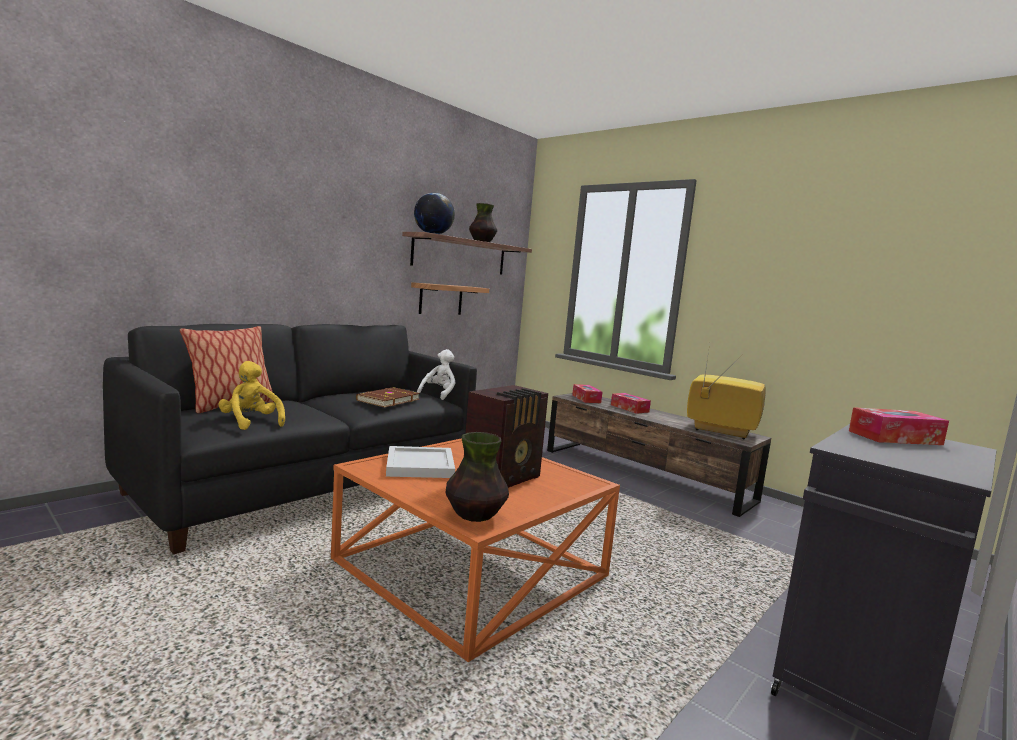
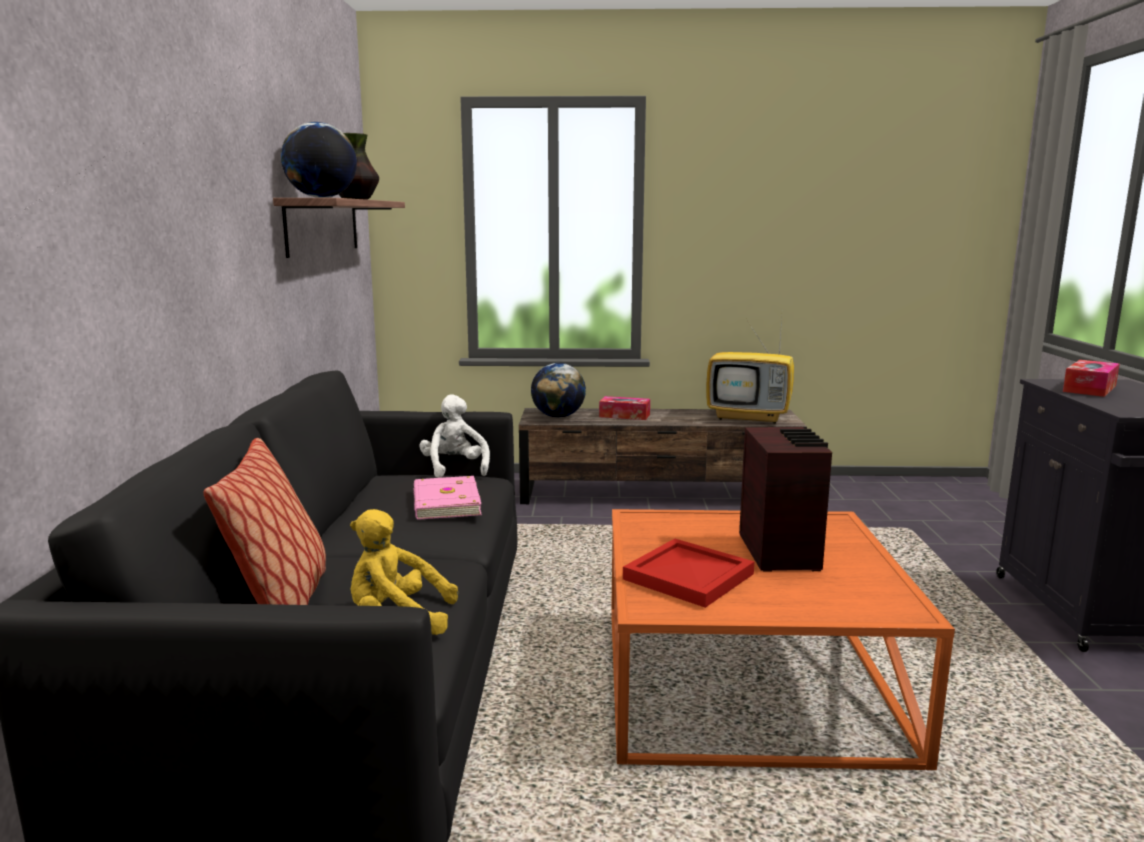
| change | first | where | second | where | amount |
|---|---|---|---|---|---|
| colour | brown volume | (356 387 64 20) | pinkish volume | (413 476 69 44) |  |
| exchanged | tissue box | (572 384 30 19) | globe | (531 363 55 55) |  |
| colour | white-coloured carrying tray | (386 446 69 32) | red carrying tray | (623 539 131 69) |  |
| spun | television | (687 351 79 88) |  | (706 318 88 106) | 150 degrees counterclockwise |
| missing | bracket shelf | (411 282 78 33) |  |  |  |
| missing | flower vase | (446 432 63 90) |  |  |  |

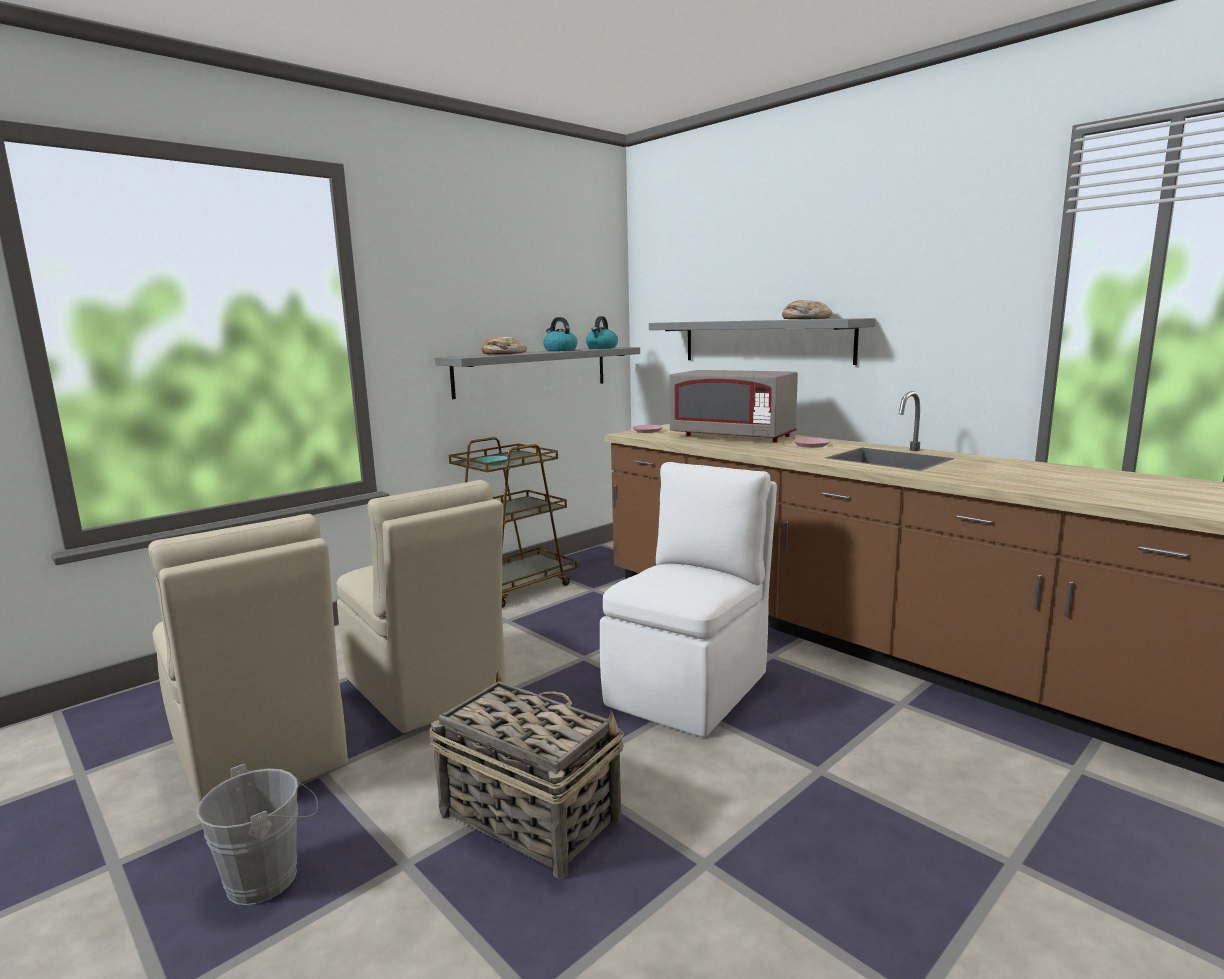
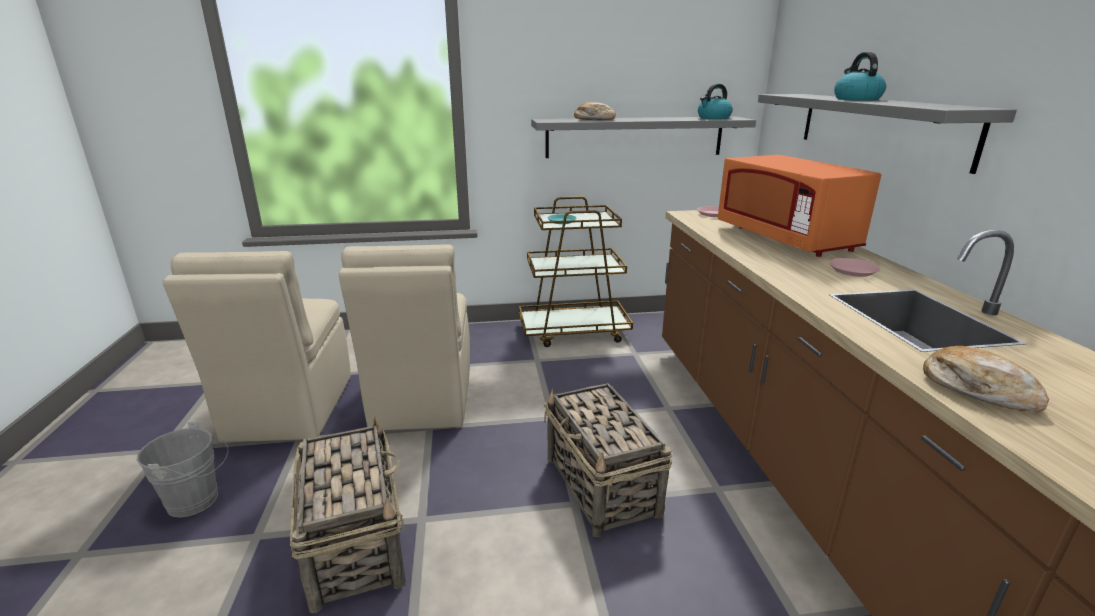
| change | first | where | second | where | amount |
|---|---|---|---|---|---|
| exchanged | white-coloured upright chair | (600 462 177 275) | household basket | (544 383 129 154) |  |
| colour | greyish microwave | (669 370 129 72) | orangey microwave | (718 155 163 102) |  |
| relocated | kettle | (543 317 34 34) |  | (834 52 52 48) |  |
| relocated | bakery bread | (782 300 50 19) |  | (923 346 126 67) |  |

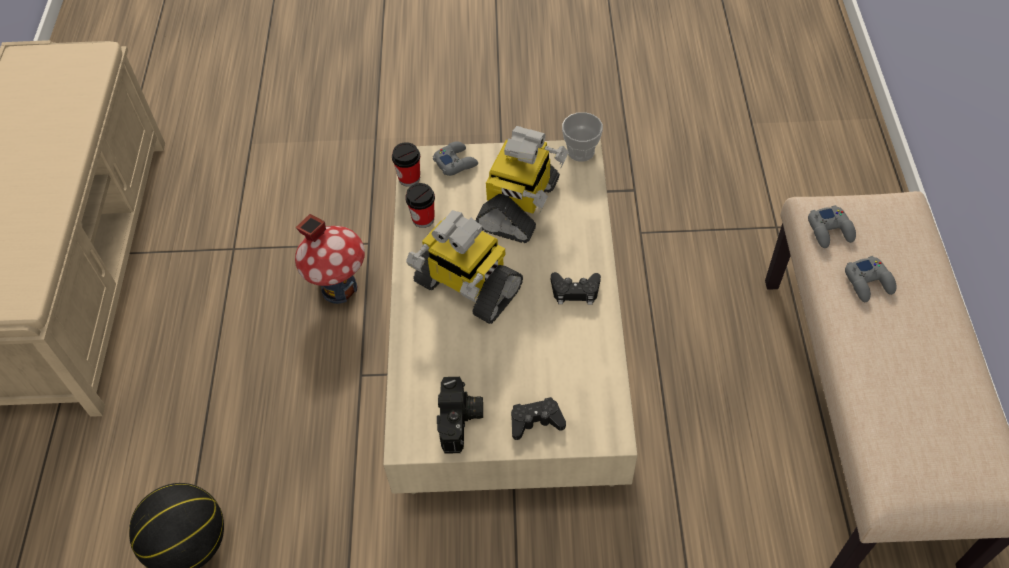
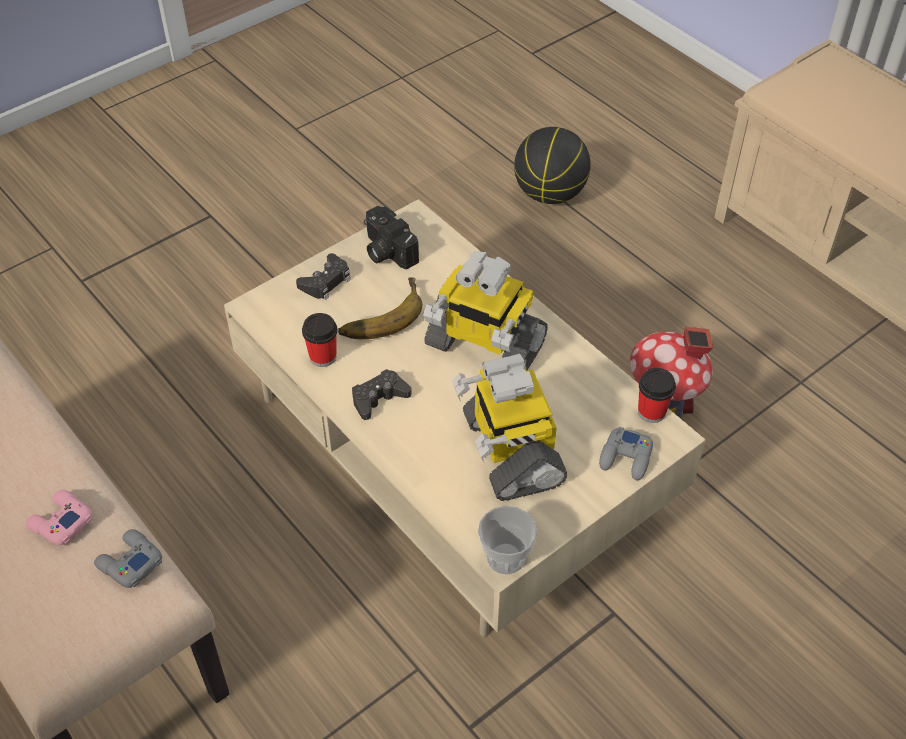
| change | first | where | second | where | amount |
|---|---|---|---|---|---|
| colour | greyish gamepad | (845 256 52 46) | pinkish gamepad | (25 490 67 55) |  |
| relocated | drinking cup | (405 183 30 45) |  | (302 313 35 54) |  |
| appeared |  |  | whole banana | (338 277 84 62) |  |
| spun | robot figure | (406 210 117 114) |  | (423 251 125 119) | 150 degrees counterclockwise |

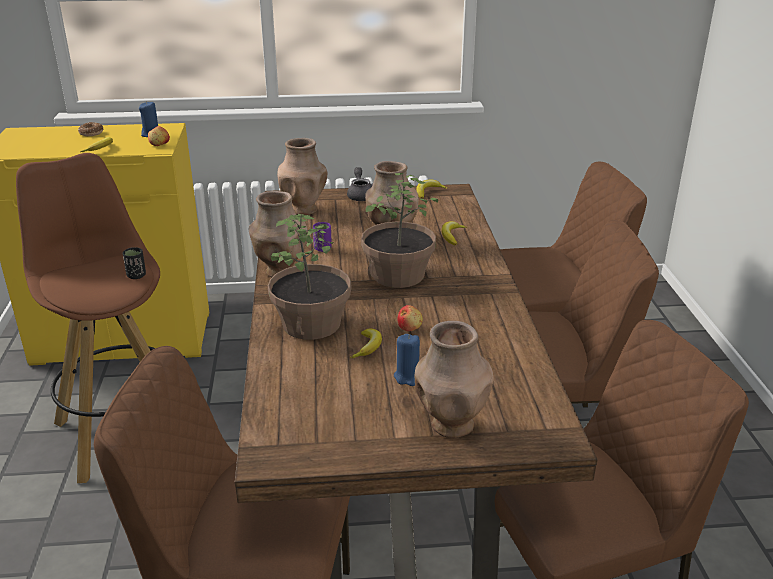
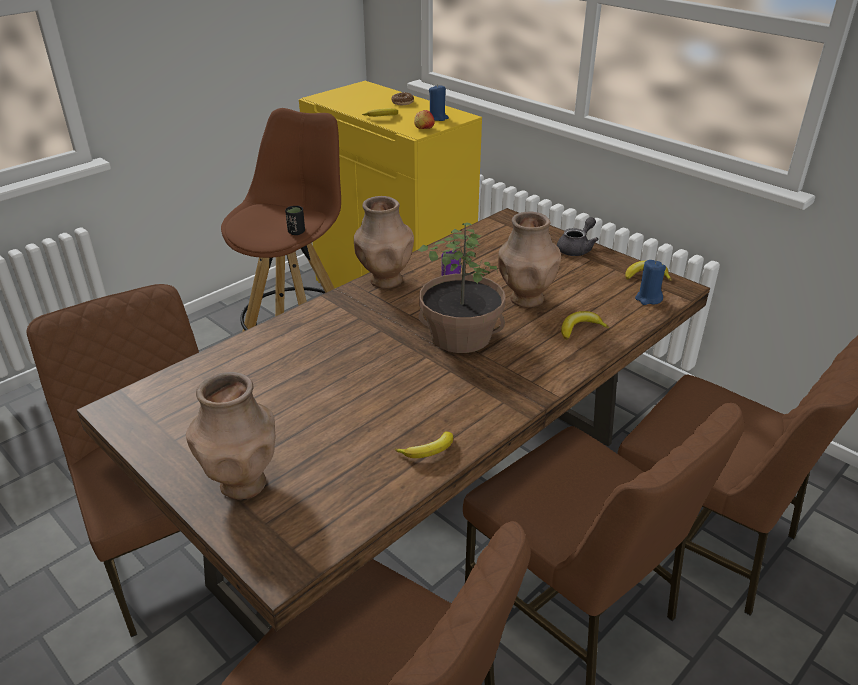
| change | first | where | second | where | amount |
|---|---|---|---|---|---|
| relocated | whole banana | (350 328 32 30) |  | (395 431 58 27) |  |
| relocated | blue candle | (394 334 26 52) |  | (635 260 31 45) |  |
| missing | houseplant | (268 214 83 126) |  |  |  |
| missing | brown flower vase | (277 138 50 77) |  |  |  |
| missing | apple | (398 305 25 26) |  |  |  |

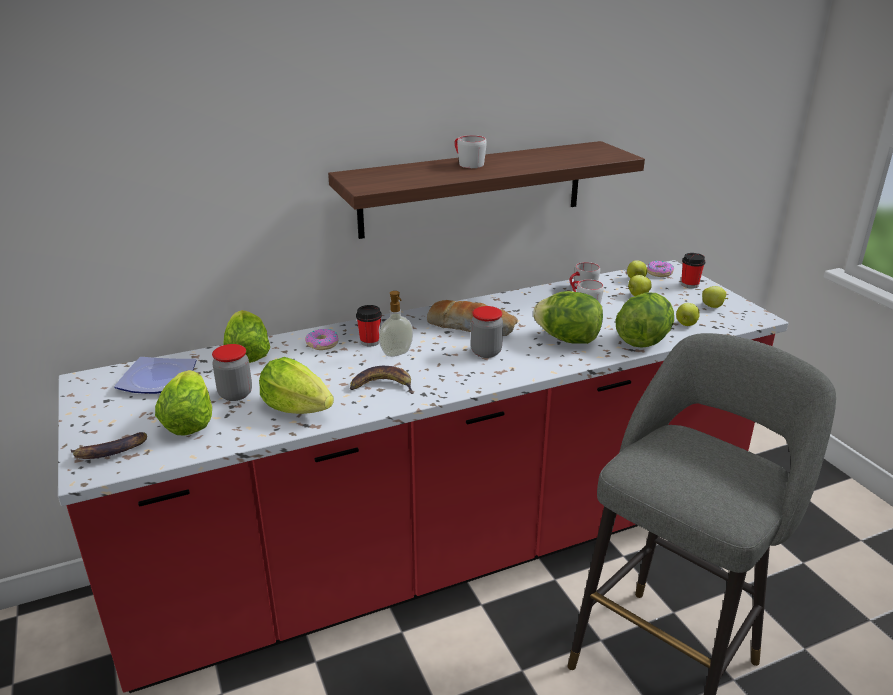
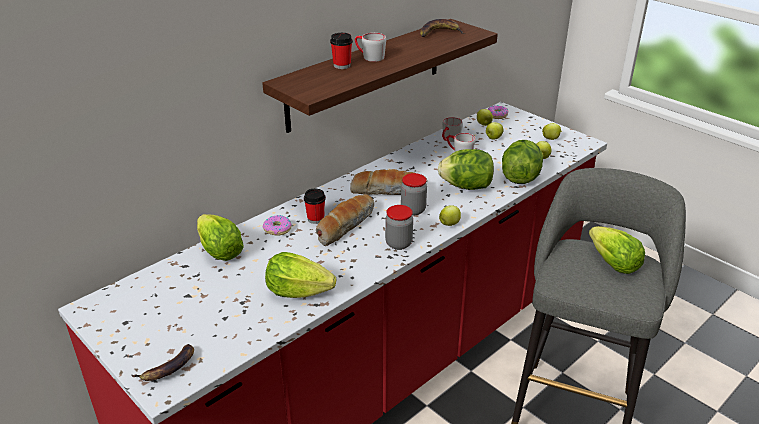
| change | first | where | second | where | amount |
|---|---|---|---|---|---|
| exchanged | liquid soap bottle | (379 291 34 66) | bakery bread | (316 194 58 52) |  |
| relocated | drinking cup | (681 253 24 36) |  | (330 33 23 36) |  |
| relocated | preserve jar | (212 344 40 57) |  | (385 205 28 45) |  |
| relocated | whole banana | (350 366 64 28) |  | (420 19 45 18) |  |
| appeared |  |  | apple | (439 205 22 21) |  |
| relocated | head of lettuce | (155 370 57 65) |  | (589 226 56 48) |  |
| missing | dinner plate | (114 357 83 37) |  |  |  |

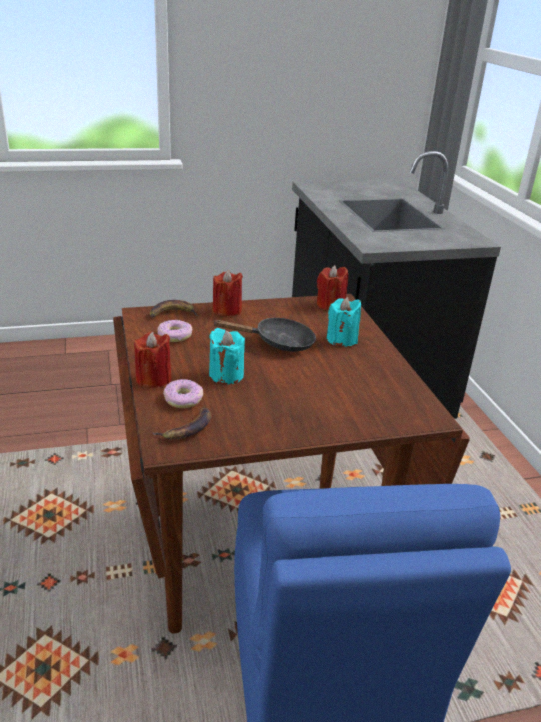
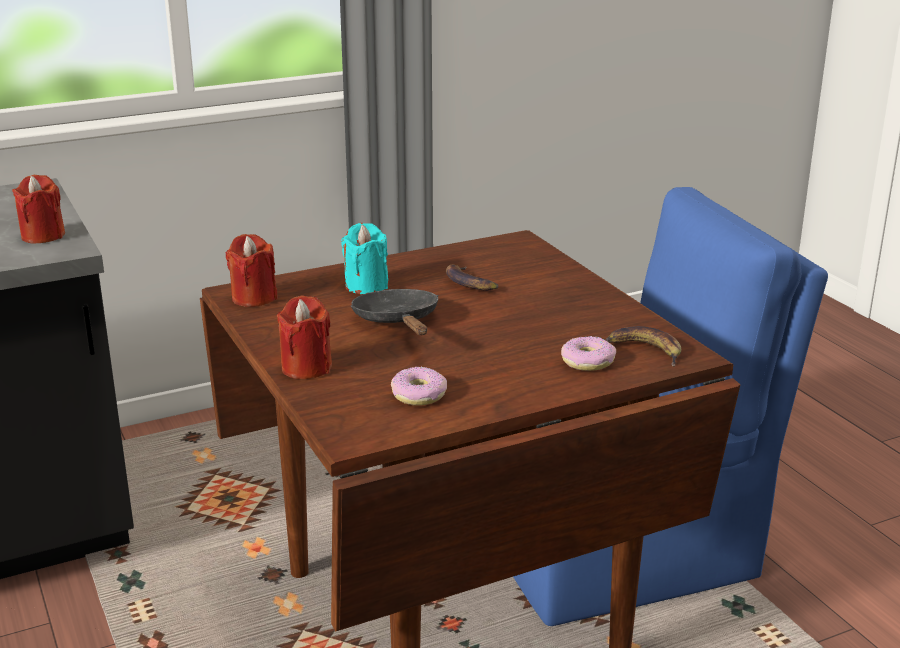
| change | first | where | second | where | amount |
|---|---|---|---|---|---|
| relocated | red candle | (134 332 38 56) |  | (12 175 53 69) |  |
| relocated | whole banana | (150 300 49 18) |  | (446 265 53 26) |  |
| missing | turquoise candle | (209 328 36 57) |  |  |  |

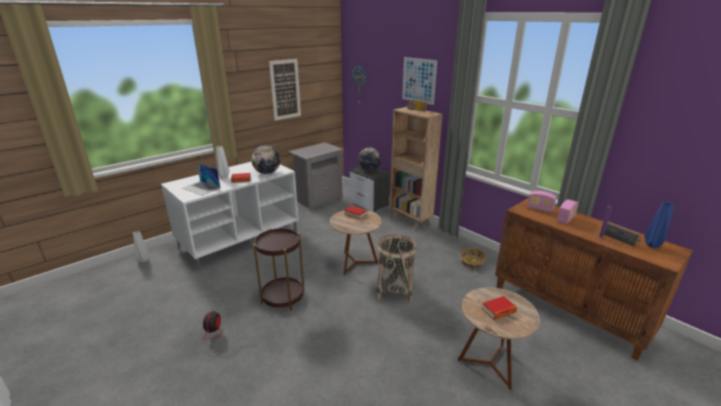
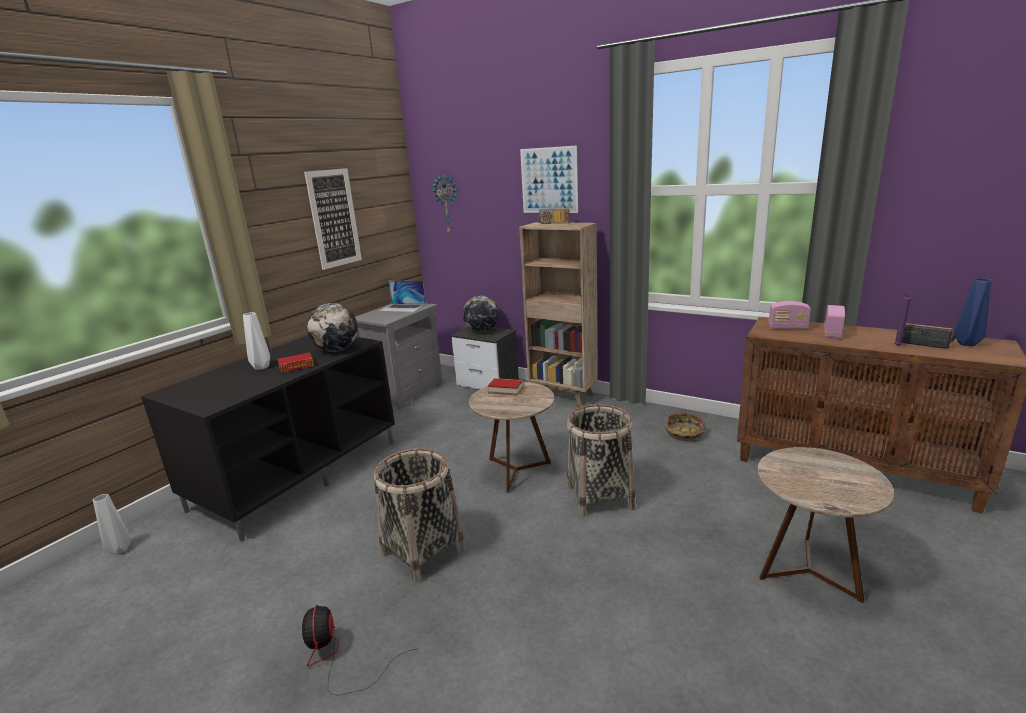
| change | first | where | second | where | amount |
|---|---|---|---|---|---|
| colour | white-coloured tv stand | (161 161 137 109) | blackish tv stand | (141 335 254 207) |  |
| exchanged | brown side table | (253 228 51 83) | household basket | (374 448 92 135) |  |
| relocated | laptop | (183 163 37 33) |  | (379 281 47 31) |  |
| missing | volume | (482 296 35 24) |  |  |  |

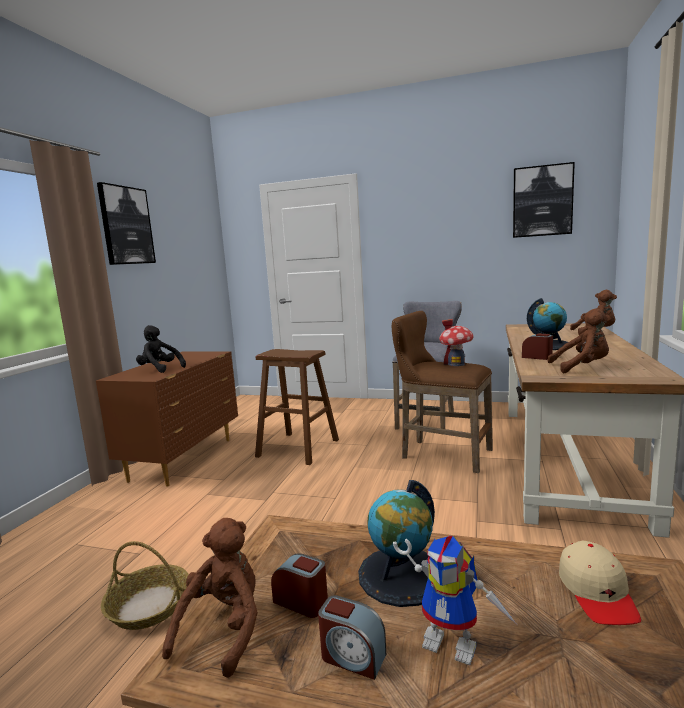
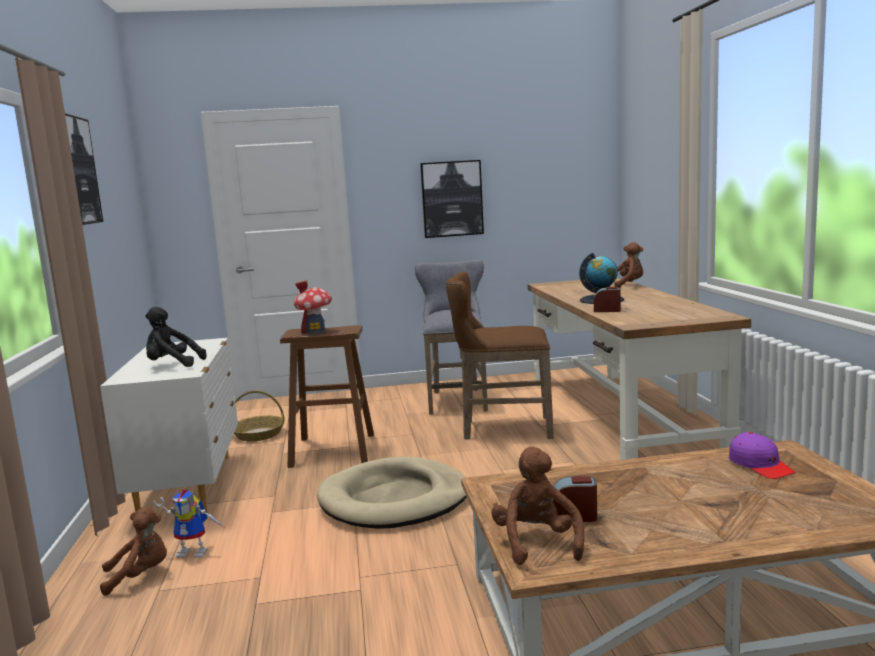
| change | first | where | second | where | amount |
|---|---|---|---|---|---|
| colour | brown drawer chest | (96 351 142 136) | white-coloured drawer chest | (100 338 138 175) |  |
| relocated | brown cuddly toy | (547 308 64 65) |  | (100 507 67 89) |  |
| relocated | robot figure | (393 536 125 129) |  | (153 490 70 68) |  |
| relocated | household basket | (101 541 88 89) |  | (234 391 51 50) |  |
| relocated | model house | (439 319 35 47) |  | (294 280 38 54) |  |
| appeared |  |  | beige-coloured pet bed | (317 457 150 72) |  |
| relocated | wall picture | (513 162 62 76) |  | (420 160 64 78) |  |
| colour | beige-coloured cap | (559 541 82 84) | purplish cap | (729 432 67 47) |  |
| missing | bedside clock | (318 595 68 85) |  |  |  |
| missing | globe | (358 480 77 127) |  |  |  |

